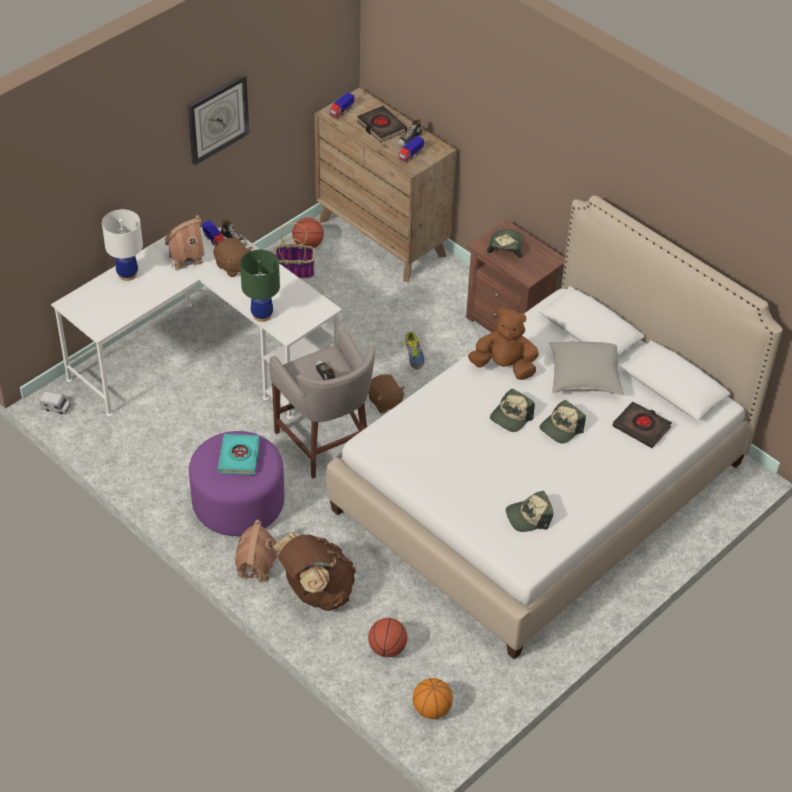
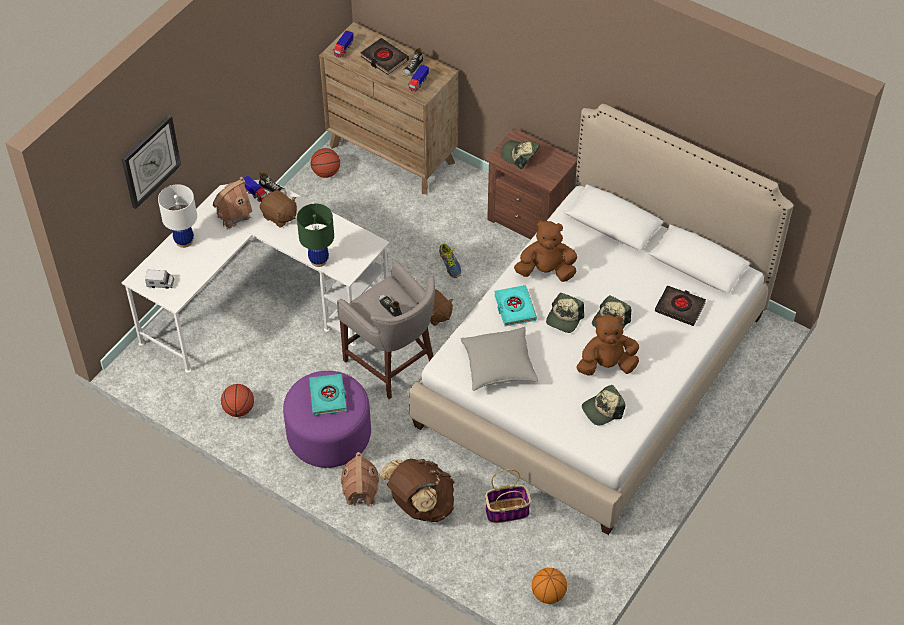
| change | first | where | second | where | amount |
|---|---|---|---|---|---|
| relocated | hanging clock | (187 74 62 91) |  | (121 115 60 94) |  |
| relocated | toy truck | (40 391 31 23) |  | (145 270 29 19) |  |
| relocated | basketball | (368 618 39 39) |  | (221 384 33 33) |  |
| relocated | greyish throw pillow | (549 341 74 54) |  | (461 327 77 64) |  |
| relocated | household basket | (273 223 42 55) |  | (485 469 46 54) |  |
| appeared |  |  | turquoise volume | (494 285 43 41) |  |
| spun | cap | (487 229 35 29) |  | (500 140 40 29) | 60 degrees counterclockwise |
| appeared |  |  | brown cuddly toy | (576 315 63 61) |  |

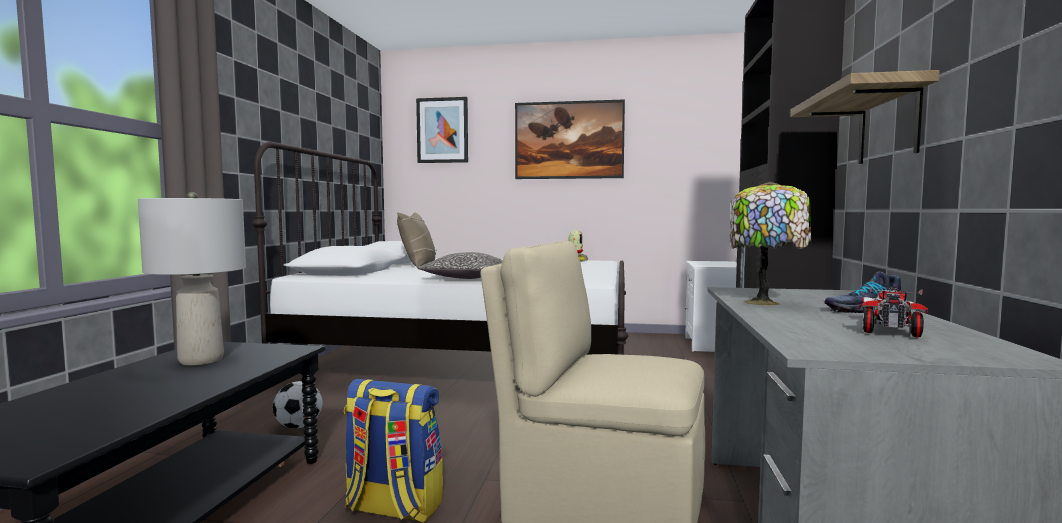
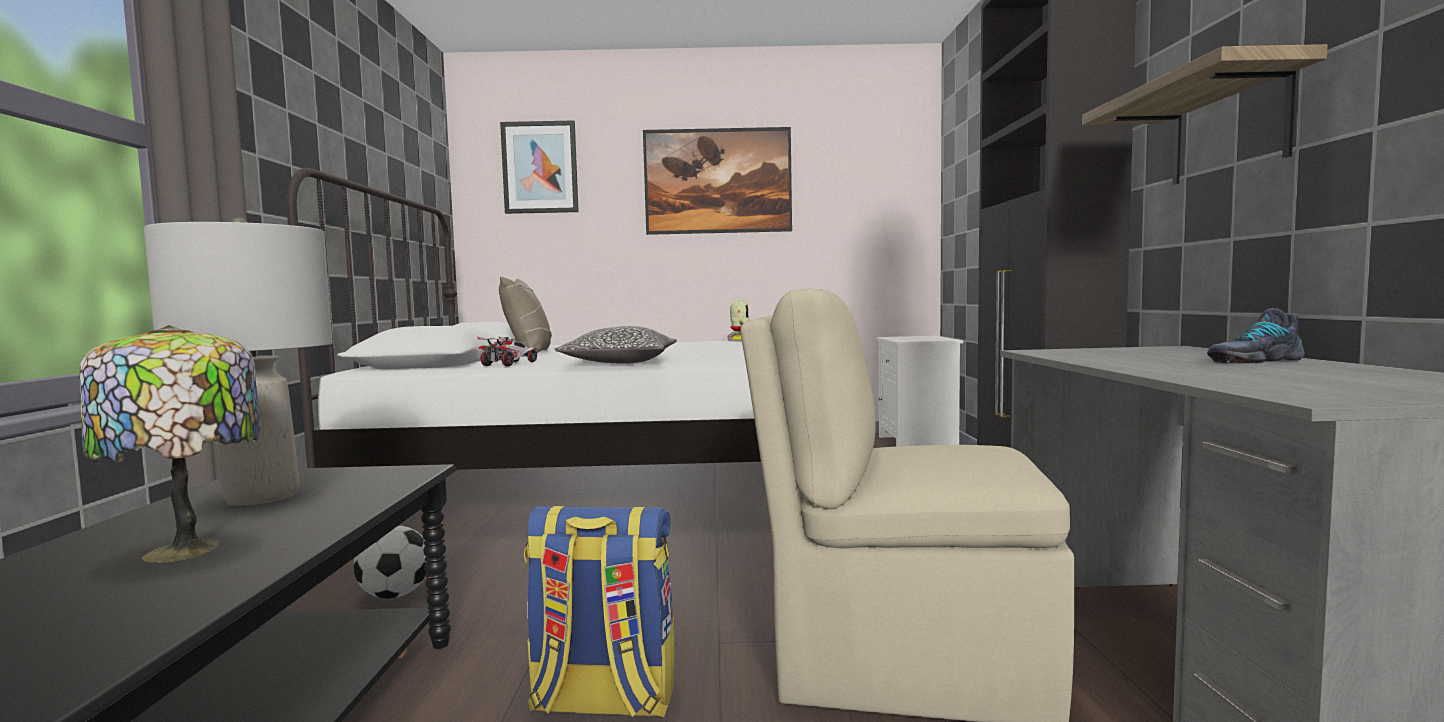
| change | first | where | second | where | amount |
|---|---|---|---|---|---|
| relocated | table lamp | (730 182 82 123) |  | (79 325 181 238) |  |
| relocated | miniature car | (858 286 70 52) |  | (477 337 61 30) |  |

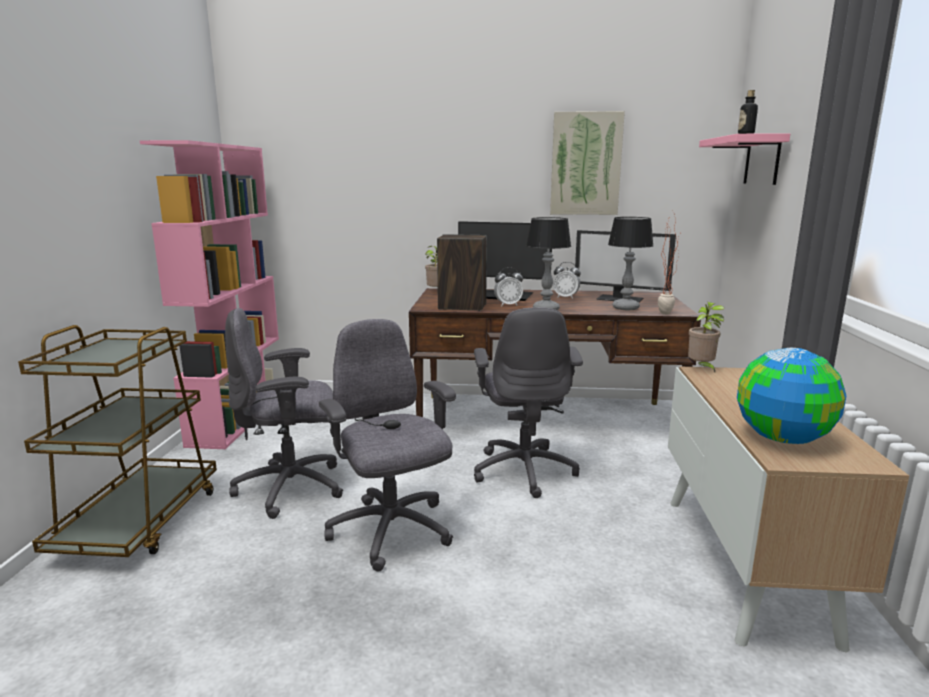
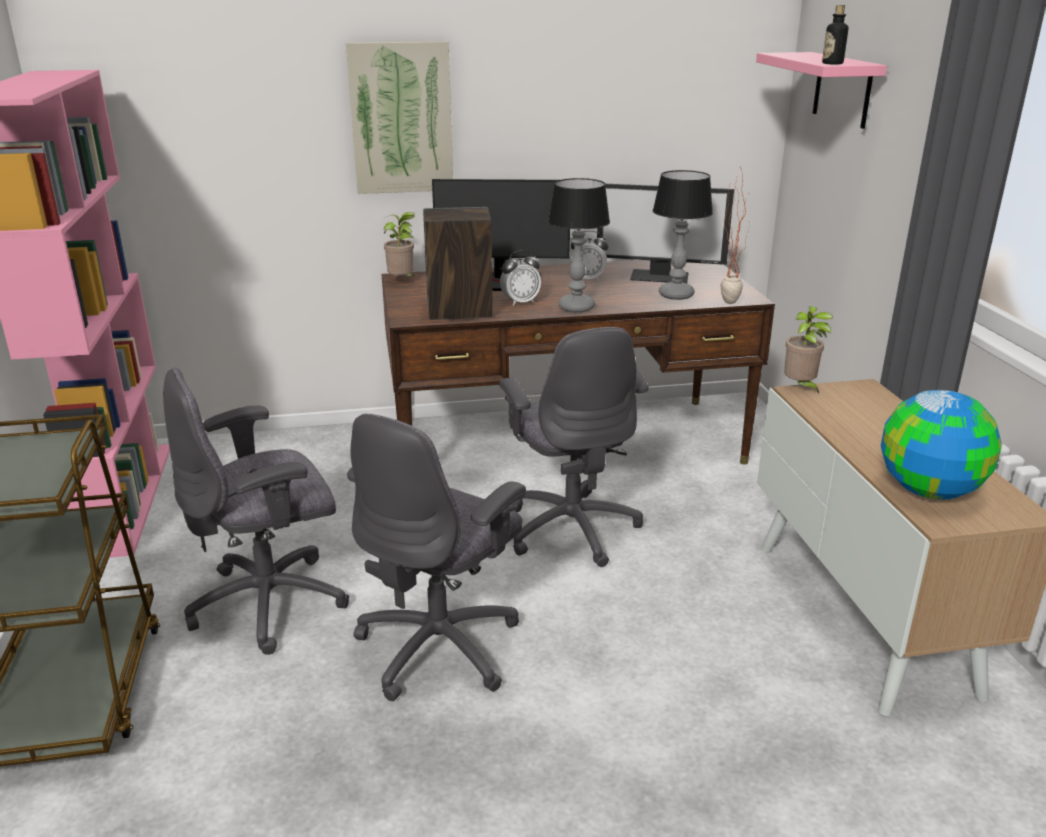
| change | first | where | second | where | amount |
|---|---|---|---|---|---|
| relocated | wall picture | (550 111 75 104) |  | (346 41 107 153) |  |
| spun | greyish office chair | (319 319 137 252) |  | (347 414 179 287) | 105 degrees counterclockwise |

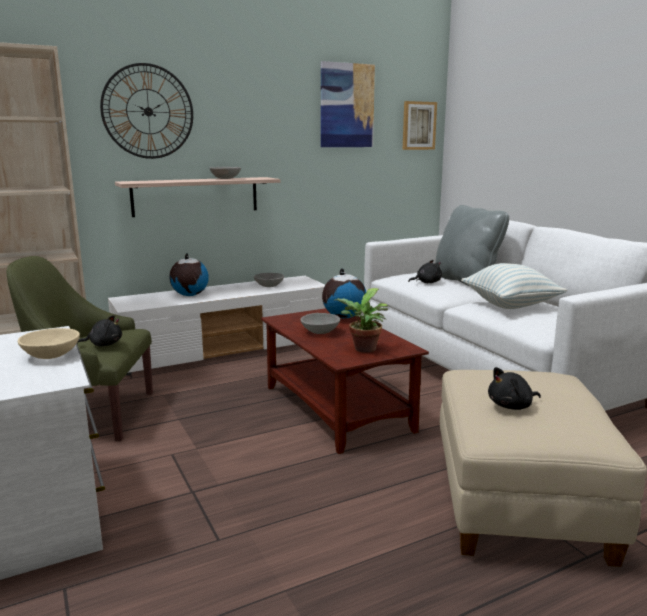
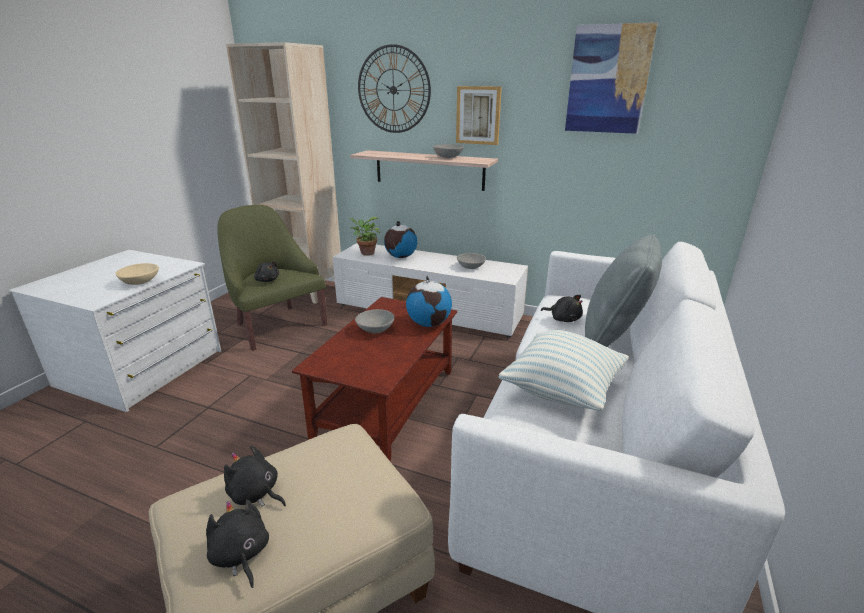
| change | first | where | second | where | amount |
|---|---|---|---|---|---|
| appeared |  |  | blackish cuddly toy | (206 500 63 88) |  |
| relocated | houseplant | (333 288 55 65) |  | (350 217 30 39) |  |
| relocated | wall picture | (403 101 34 49) |  | (456 86 46 59) |  |

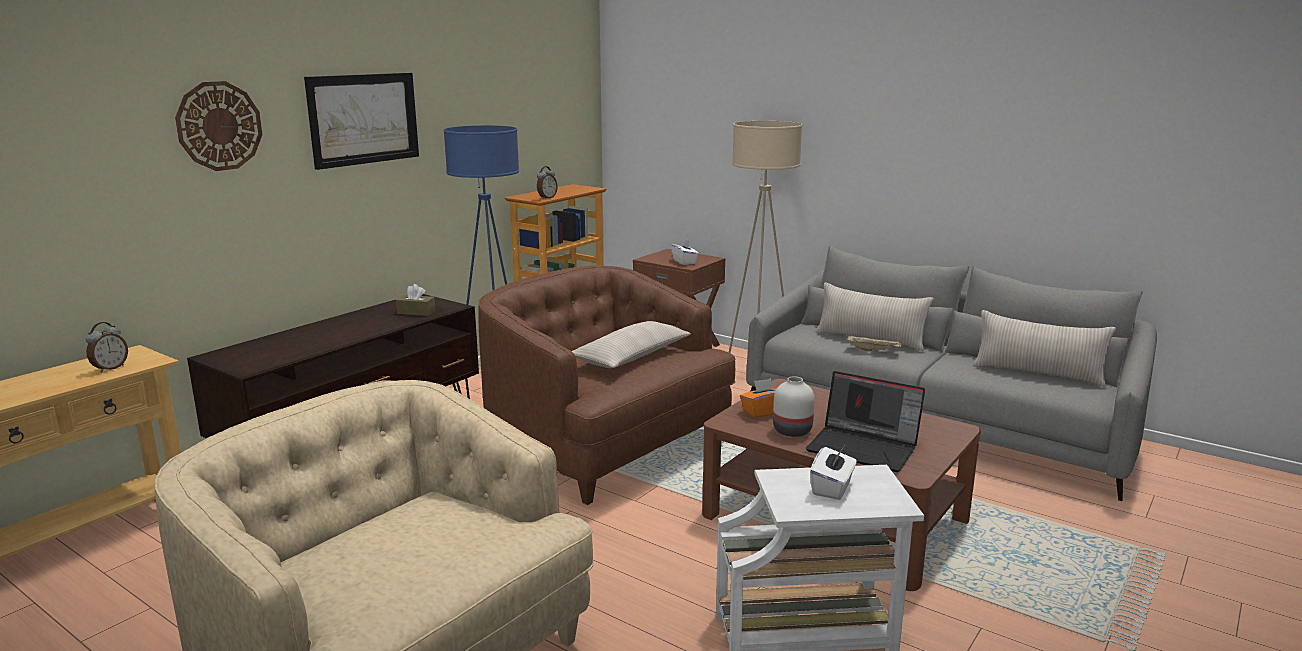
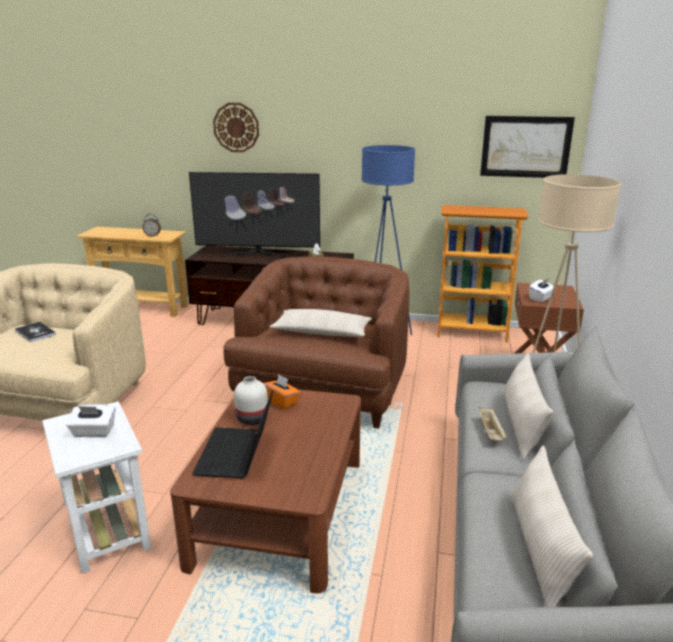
| change | first | where | second | where | amount |
|---|---|---|---|---|---|
| appeared |  |  | volume | (15 322 41 20) |  |
| appeared |  |  | television | (189 172 131 86) |  |
| relocated | wall picture | (304 73 115 97) |  | (480 116 95 62) |  |
| missing | bedside clock | (537 166 21 33) |  |  |  |

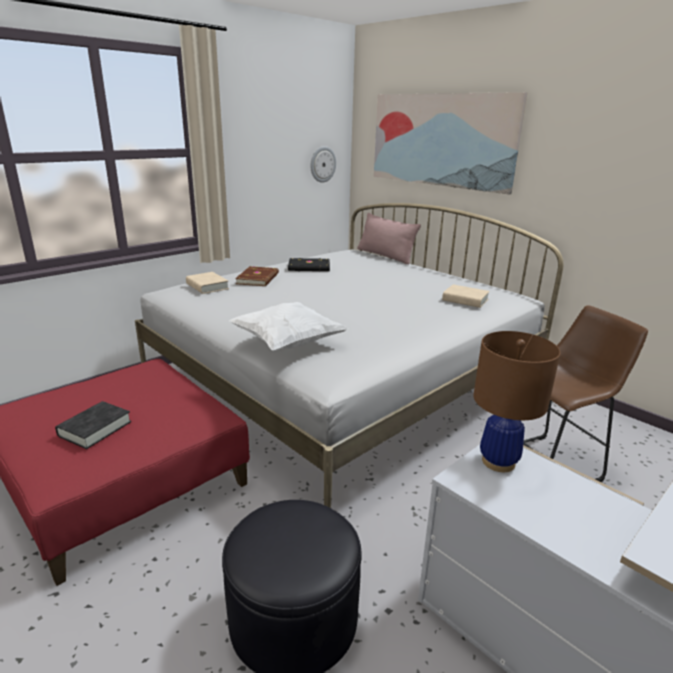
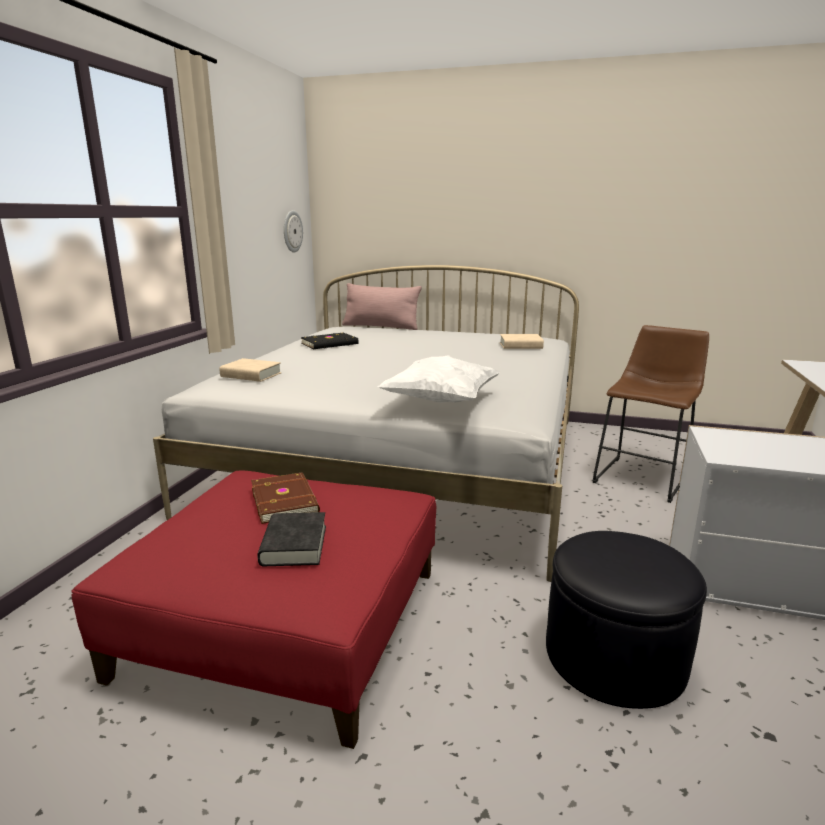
| change | first | where | second | where | amount |
|---|---|---|---|---|---|
| relocated | brown volume | (235 266 44 20) |  | (251 473 69 51) |  |
| missing | wall picture | (374 92 153 103) |  |  |  |
| missing | brown table lamp | (473 331 87 141) |  |  |  |

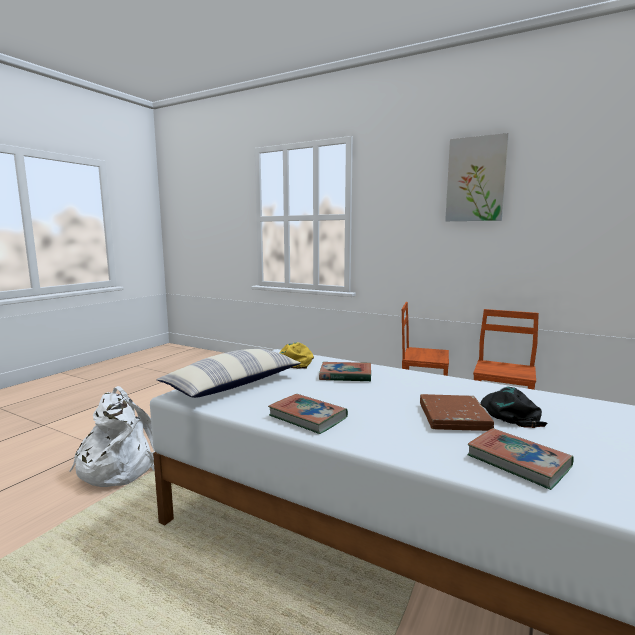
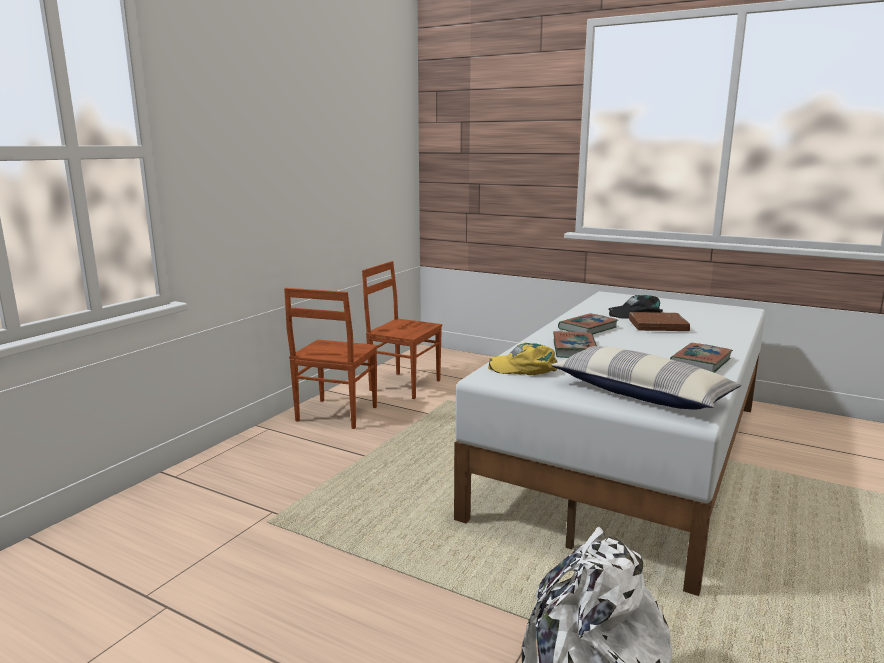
| change | first | where | second | where | amount |
|---|---|---|---|---|---|
| relocated | volume | (467 428 107 62) |  | (558 313 60 22) |  |
| missing | wall picture | (445 133 64 88) |  |  |  |

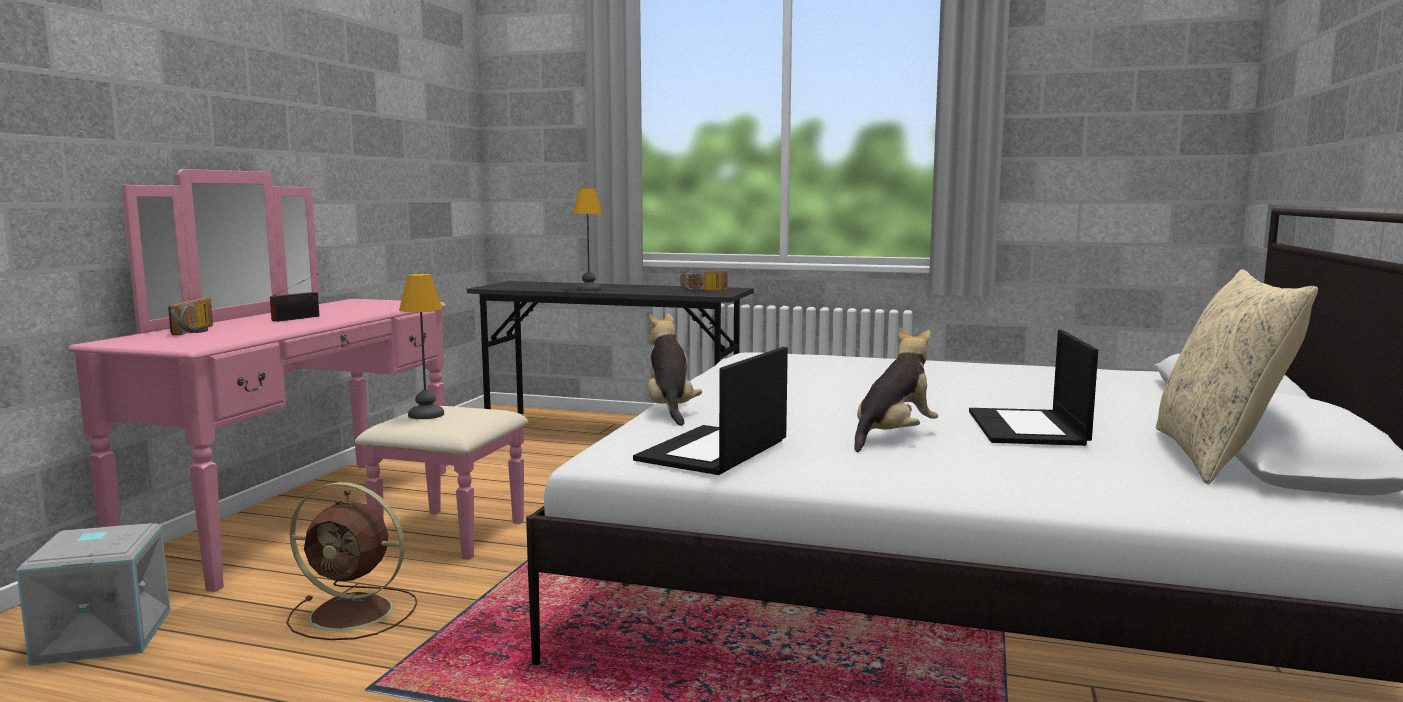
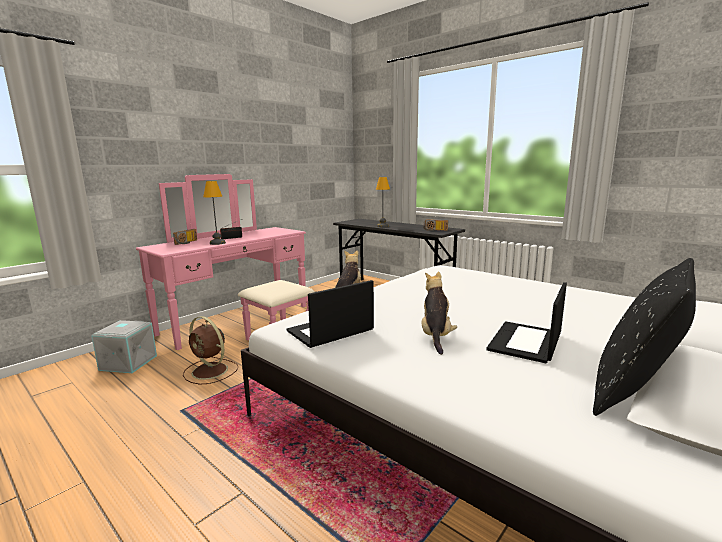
| change | first | where | second | where | amount |
|---|---|---|---|---|---|
| relocated | table lamp | (399 274 45 145) |  | (203 181 23 64) |  |
| spun | cuddly toy | (854 327 84 125) |  | (421 271 36 84) | 60 degrees counterclockwise |
| colour | beige-coloured throw pillow | (1156 269 162 215) | blackish throw pillow | (593 258 103 158) |  |

